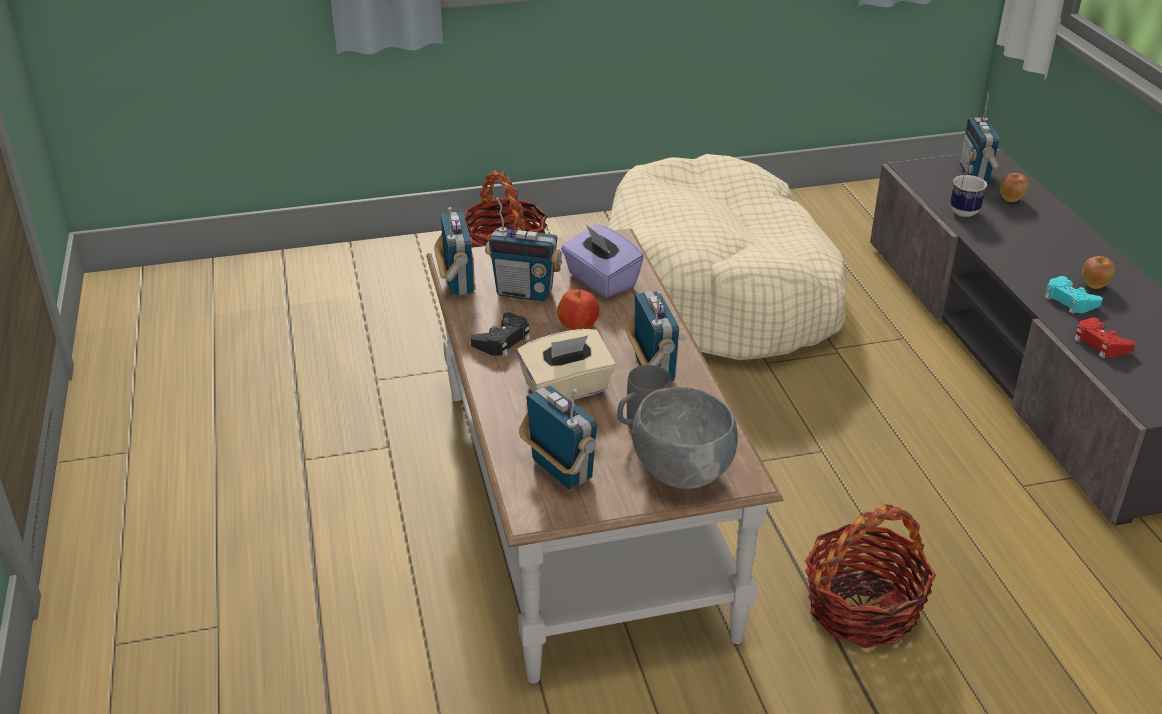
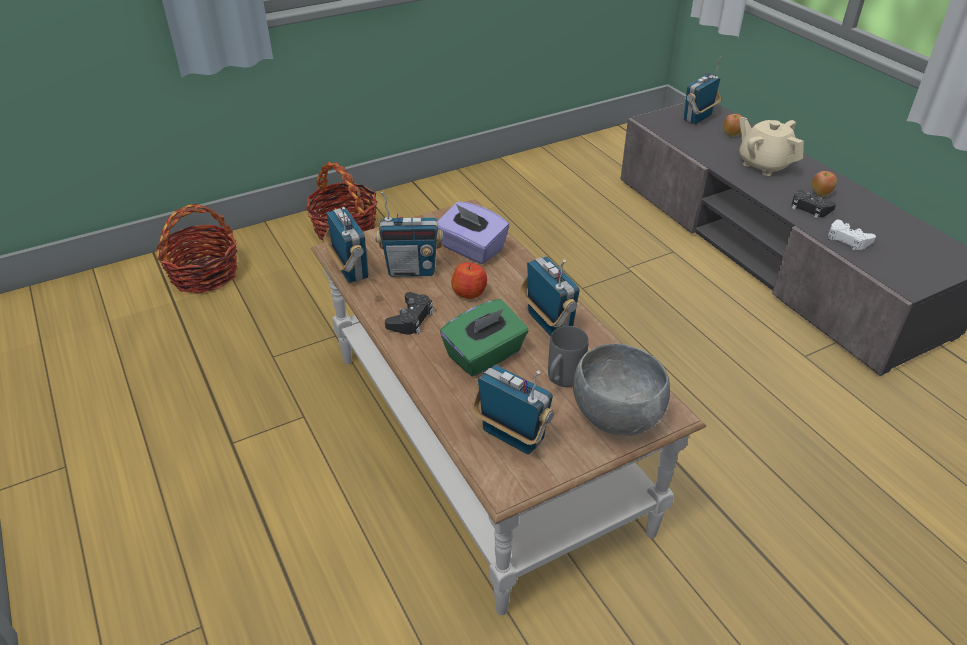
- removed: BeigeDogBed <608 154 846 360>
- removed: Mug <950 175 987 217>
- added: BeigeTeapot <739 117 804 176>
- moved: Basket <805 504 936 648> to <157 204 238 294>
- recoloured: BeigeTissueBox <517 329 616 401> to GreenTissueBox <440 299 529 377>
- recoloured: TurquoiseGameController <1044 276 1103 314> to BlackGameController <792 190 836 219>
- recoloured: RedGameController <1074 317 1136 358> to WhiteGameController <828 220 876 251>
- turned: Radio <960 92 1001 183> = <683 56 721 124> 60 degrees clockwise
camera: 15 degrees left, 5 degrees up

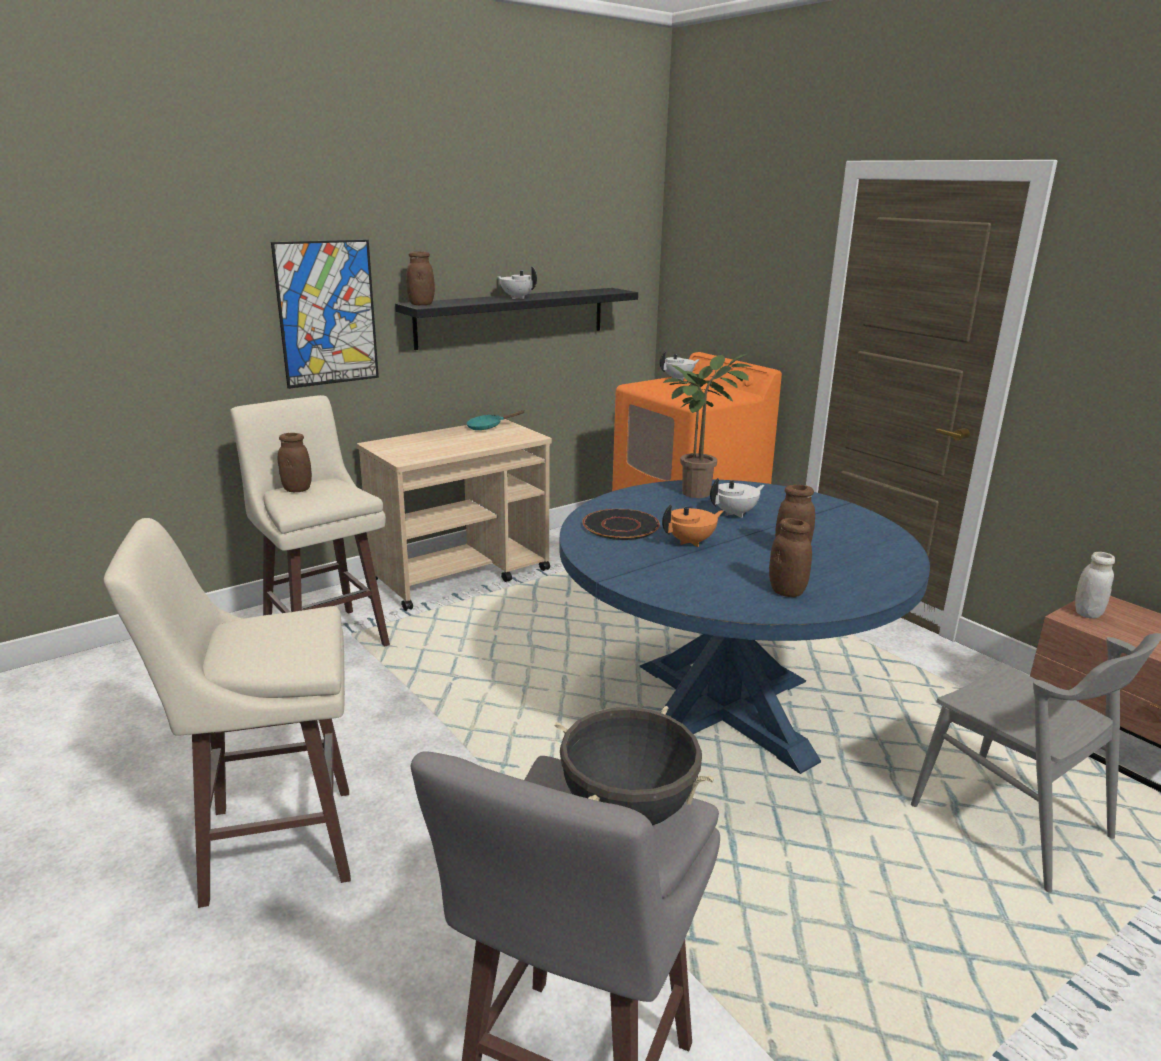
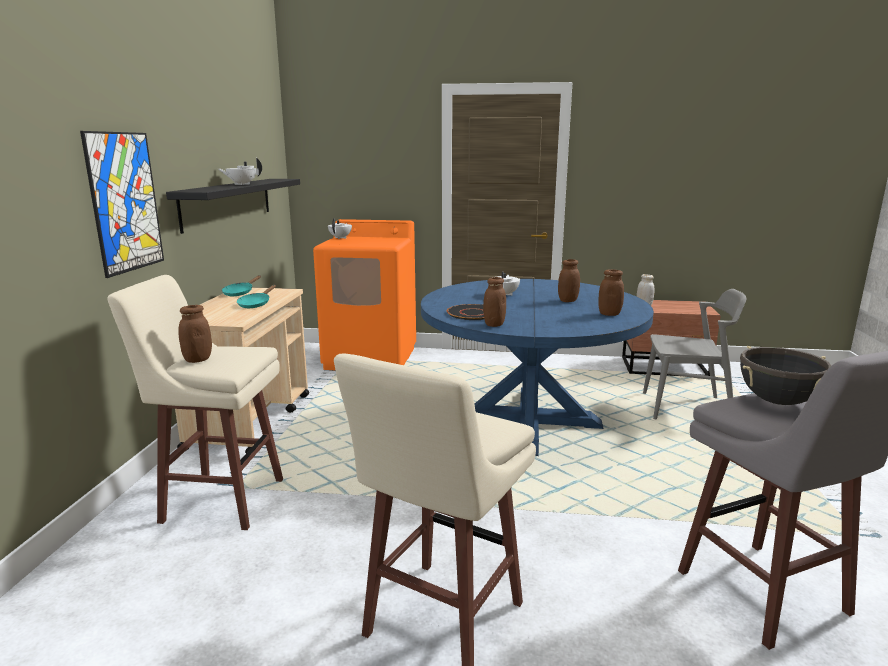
- removed: OrangeTeapot <662 504 723 547>
- removed: PottedPlant <663 354 752 498>
- added: TurquoiseFryingPan <237 285 276 308>
- moved: BrownJar <406 251 435 305> to <483 277 506 327>
camera: 45 degrees left, 5 degrees down

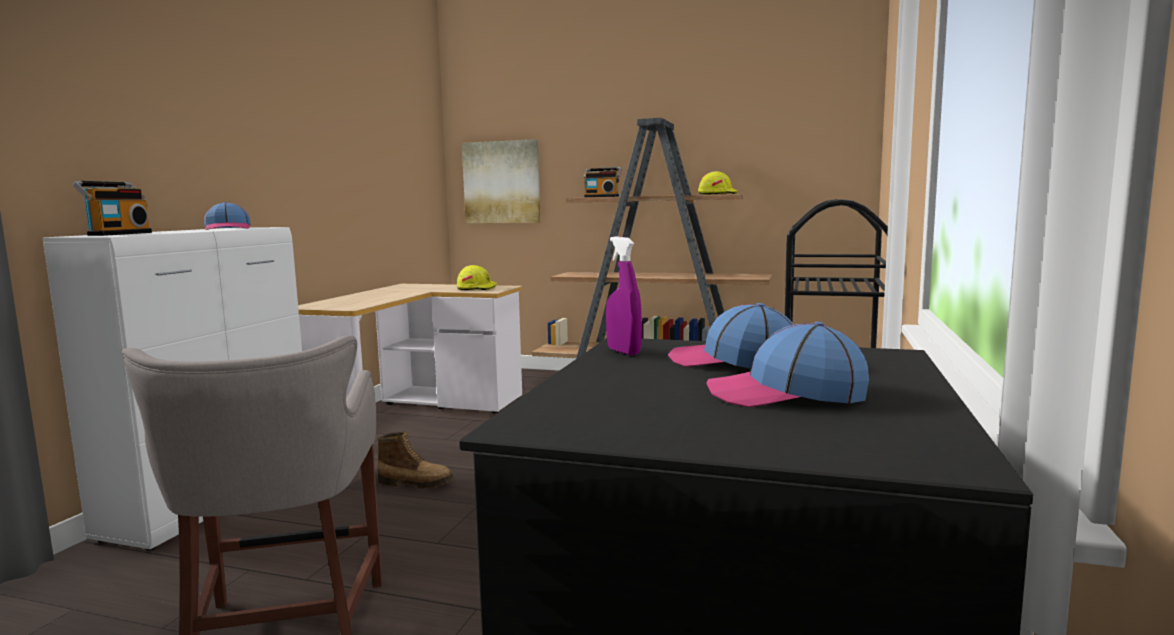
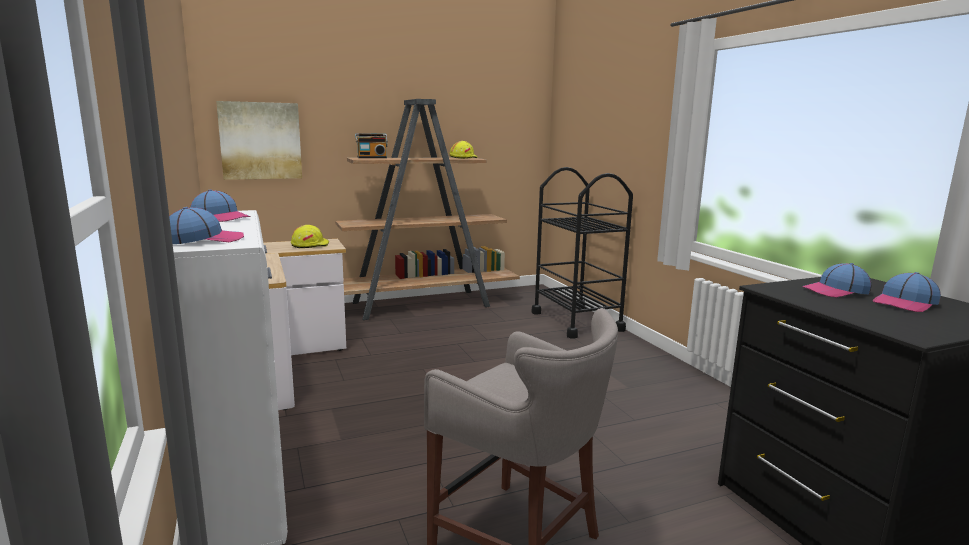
- removed: Boot <377 432 454 489>
- removed: PurpleSprayBottle <606 236 642 355>
- replaced: Radio <72 181 152 236> to Cap <169 207 244 244>
camera: 40 degrees left, 5 degrees up

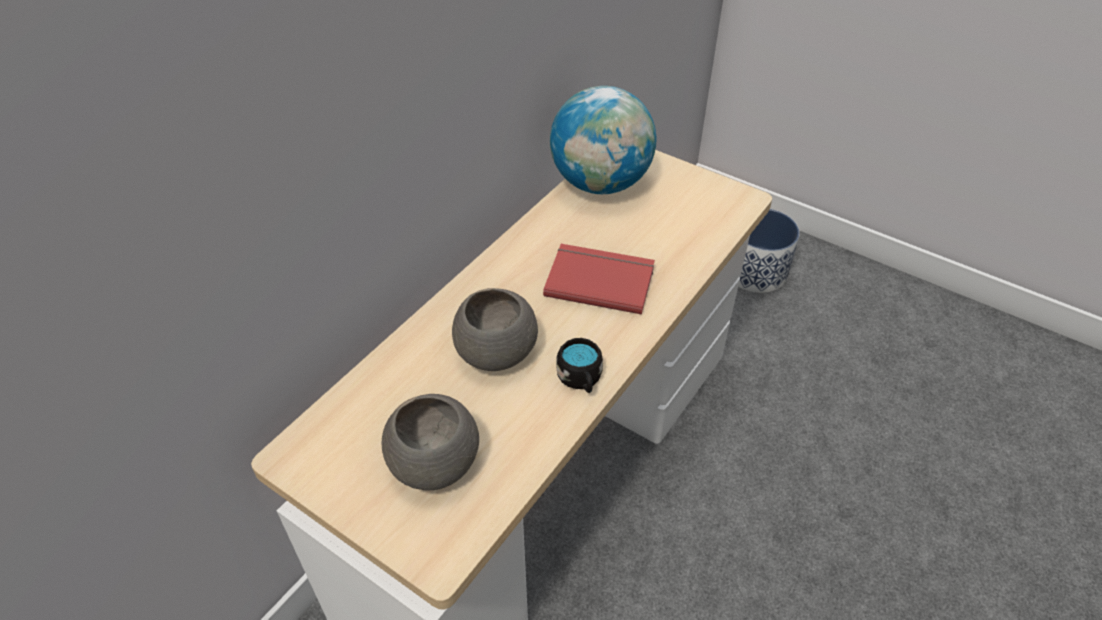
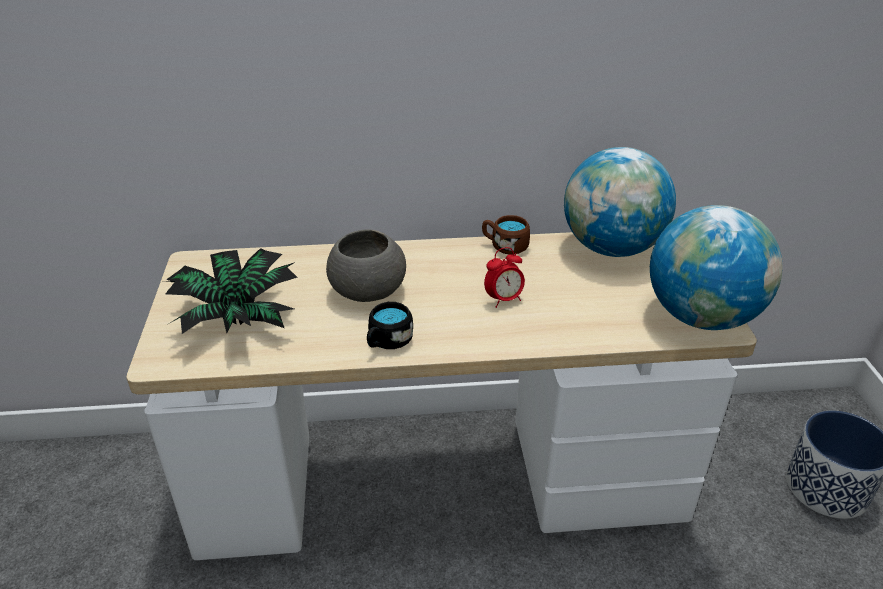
- added: BrownMug <482 215 530 255>
- added: Globe <650 205 783 330>
- replaced: GreyBowl <382 394 479 490> to PottedPlant <165 248 298 334>
- replaced: RedBook <543 244 655 315> to AlarmClock <484 247 525 308>
camera: 50 degrees right, 10 degrees down

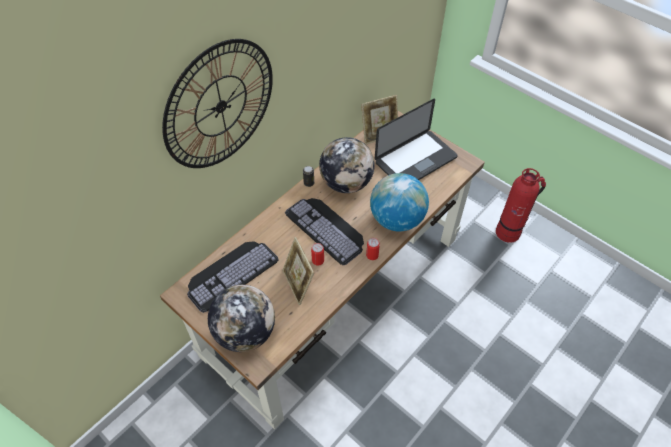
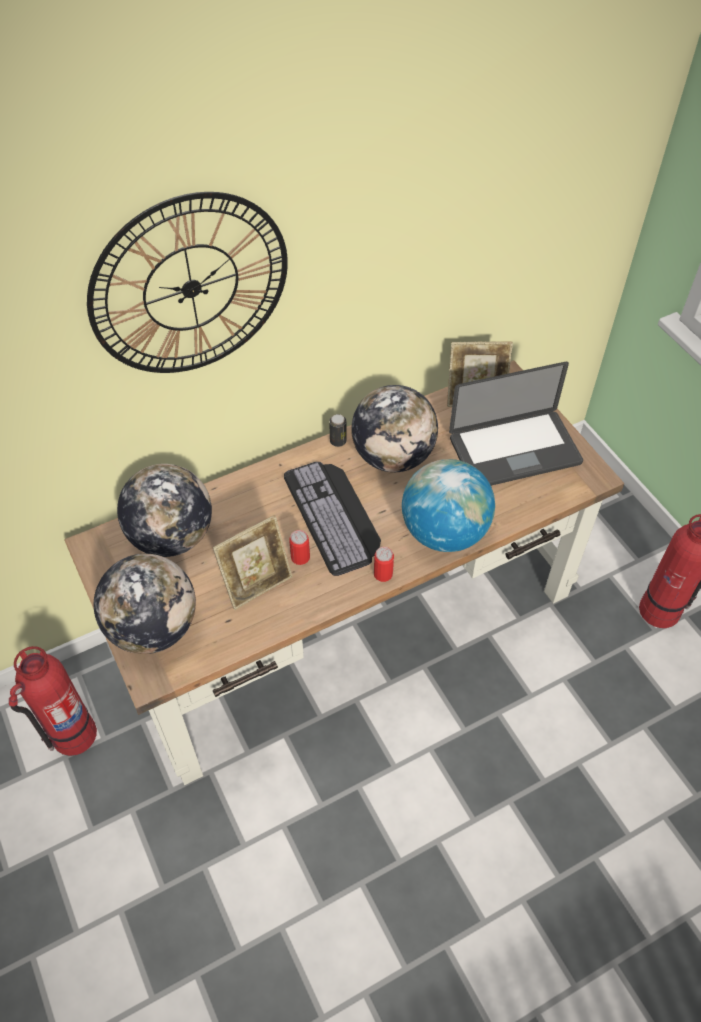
- added: FireExtinguisher <9 646 97 756>
- replaced: Keyboard <187 241 279 313> to Globe <117 464 212 557>
- turned: PictureFrame <282 237 314 305> = <213 515 293 610> 120 degrees counterclockwise
camera: 20 degrees right, 0 degrees up

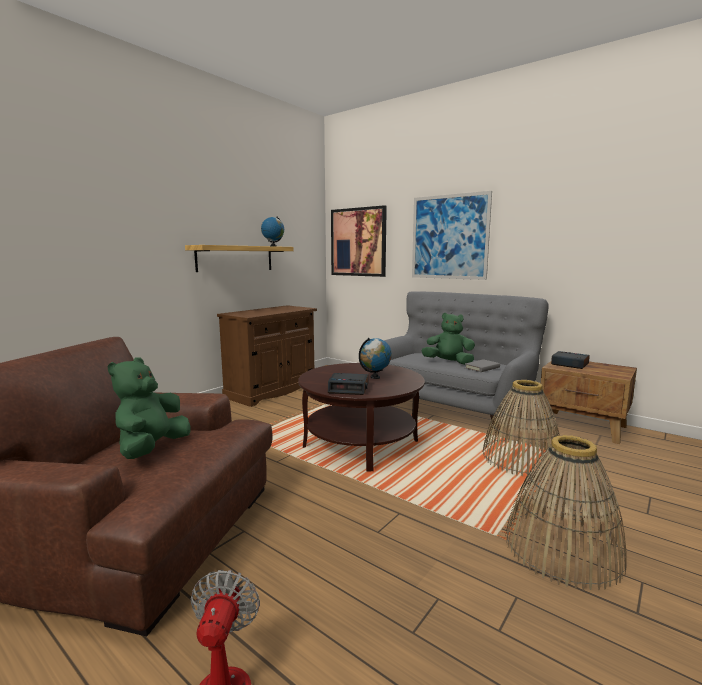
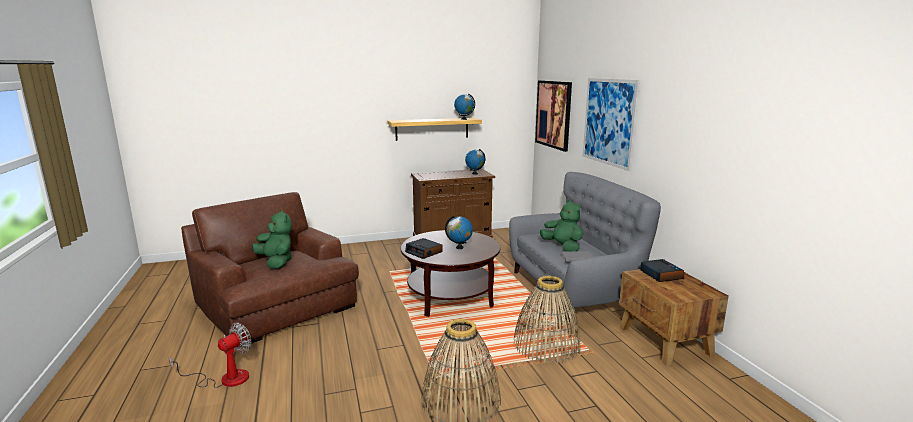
- added: Globe <465 149 485 175>
- turned: GreenPlushToy <108 358 190 459> = <252 210 292 269> 90 degrees clockwise
camera: 35 degrees right, 5 degrees up

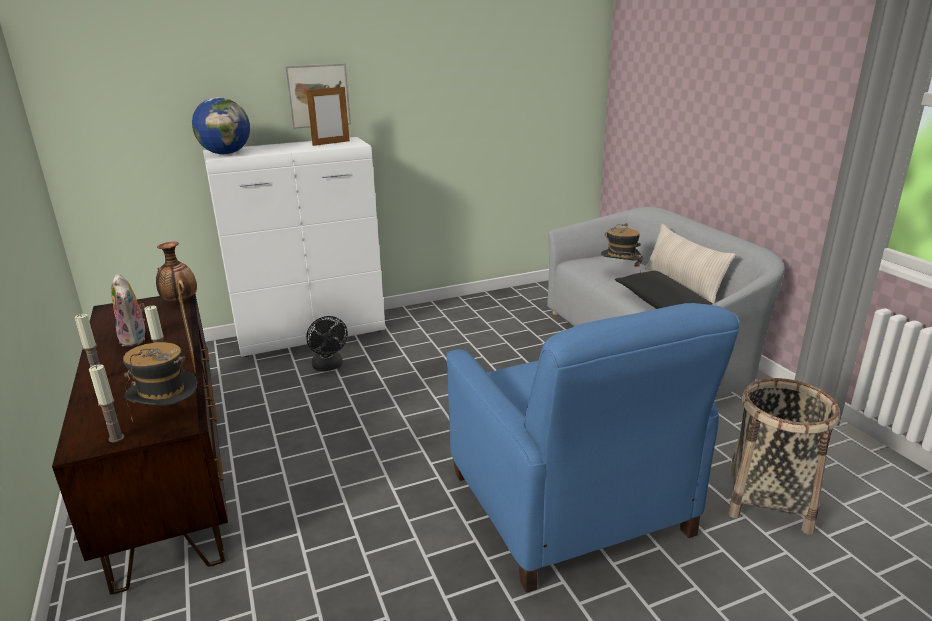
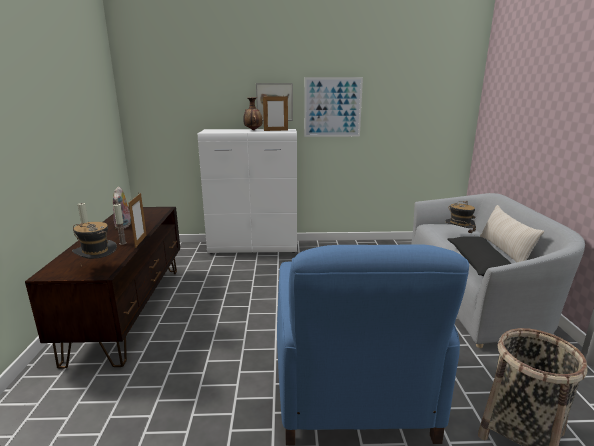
- removed: Candle <89 364 124 442>
- removed: Globe <192 97 250 155>
- removed: BlackFan <306 316 348 371>
- added: Picture <304 77 363 137>
- moved: Vase <156 242 197 302> to <243 97 263 130>
camera: 20 degrees right, 5 degrees down

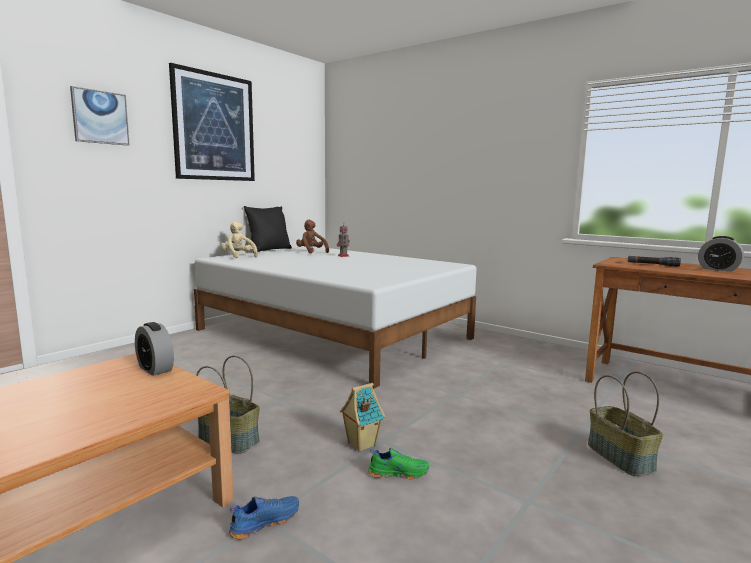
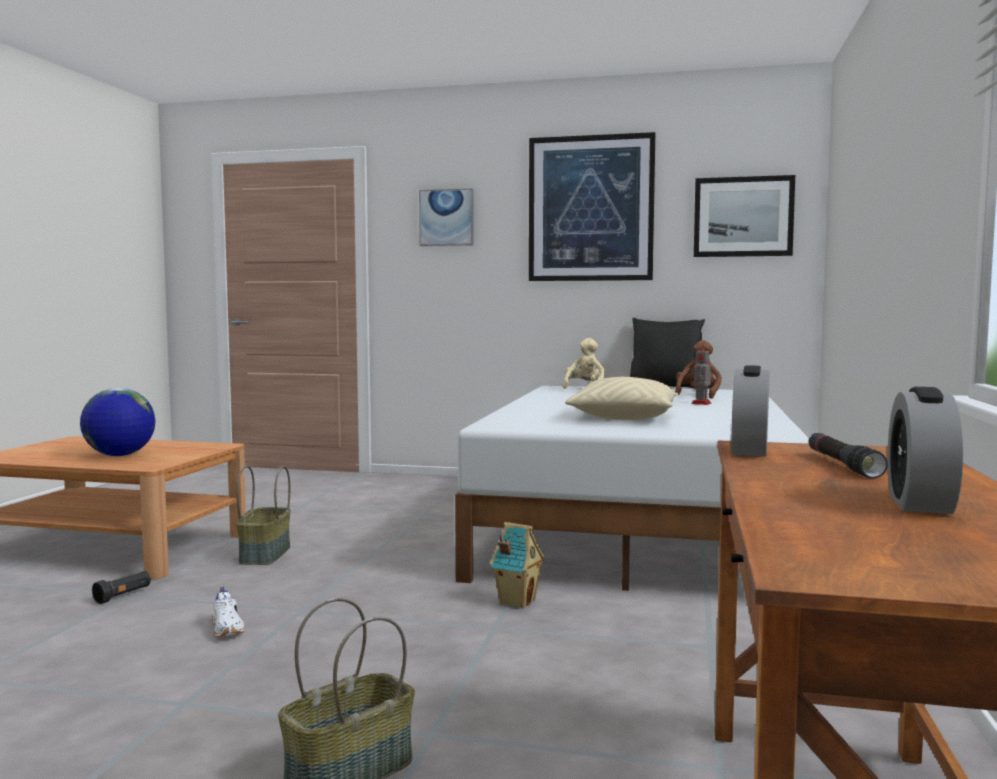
- added: Globe <80 388 155 456>
- added: BeigePillow <565 377 678 420>
- added: Picture <694 175 795 257>
- moved: AlarmClock <135 322 174 376> to <731 365 769 457>
- moved: ToyHouse <340 383 385 452> to <489 522 545 609>
- replaced: BlueShoe <229 496 299 540> to BlackFlashlight <92 571 151 604>
- recoloured: GreenShoe <368 448 430 479> to WhiteShoe <212 587 245 637>
camera: 65 degrees right, 5 degrees down

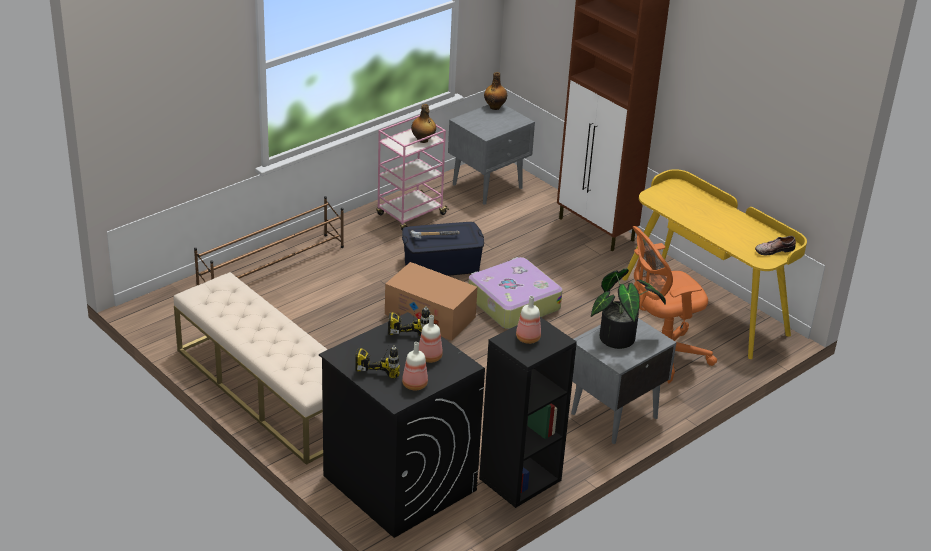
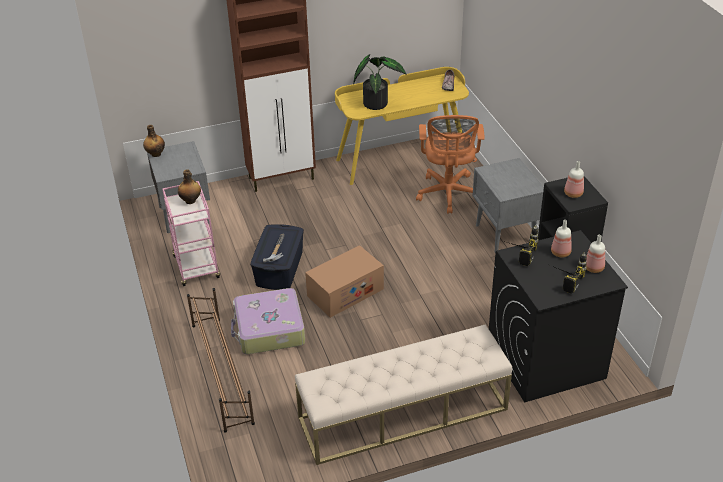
- moved: Suitcase <468 257 563 329> to <231 288 305 354>
- moved: PottedPlant <591 268 666 349> to <353 54 407 110>
camera: 65 degrees left, 5 degrees up

